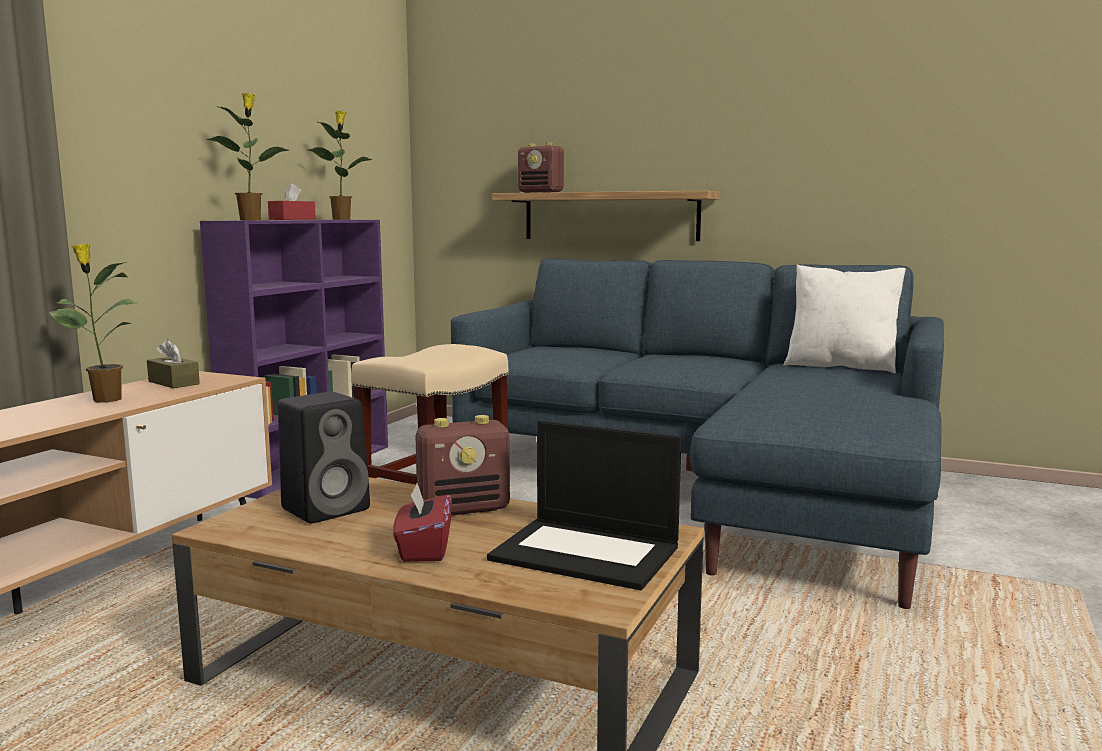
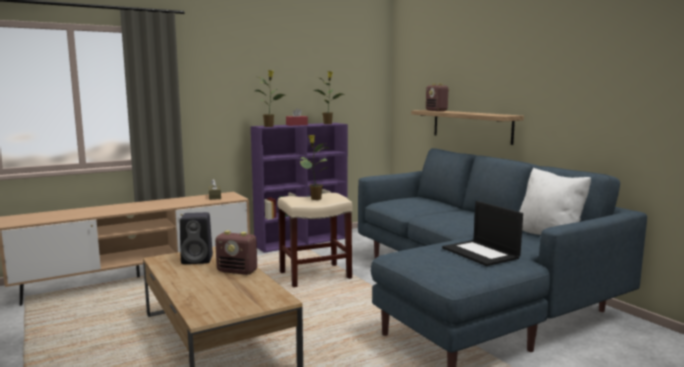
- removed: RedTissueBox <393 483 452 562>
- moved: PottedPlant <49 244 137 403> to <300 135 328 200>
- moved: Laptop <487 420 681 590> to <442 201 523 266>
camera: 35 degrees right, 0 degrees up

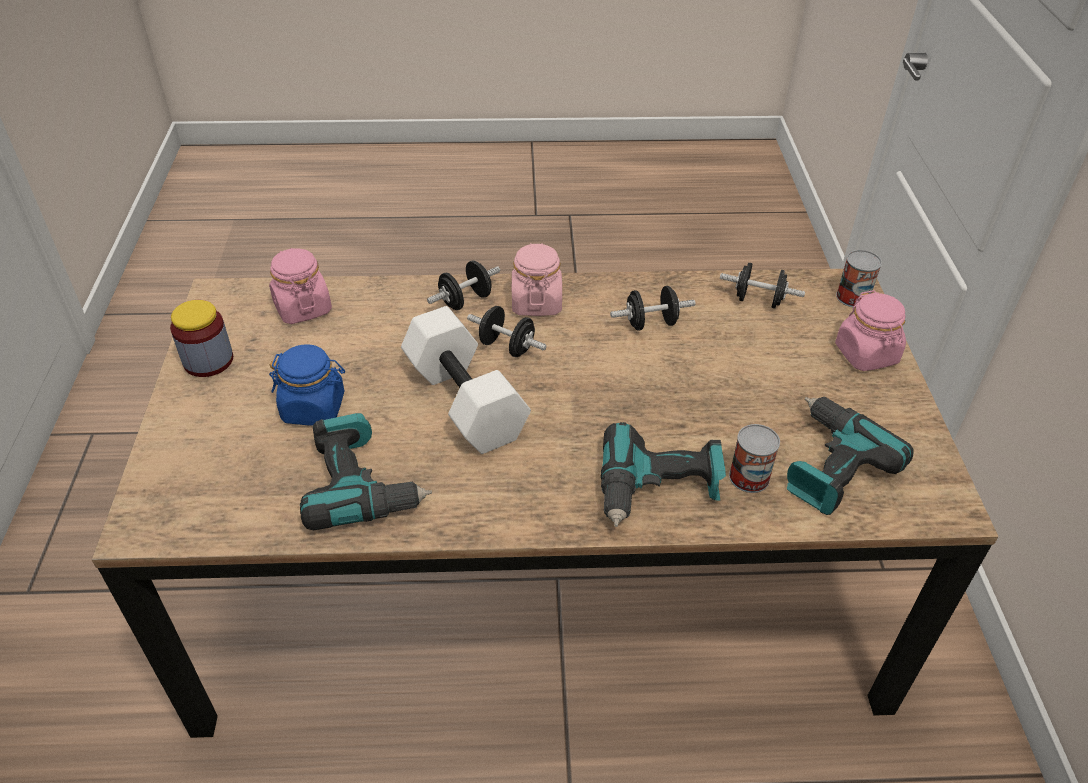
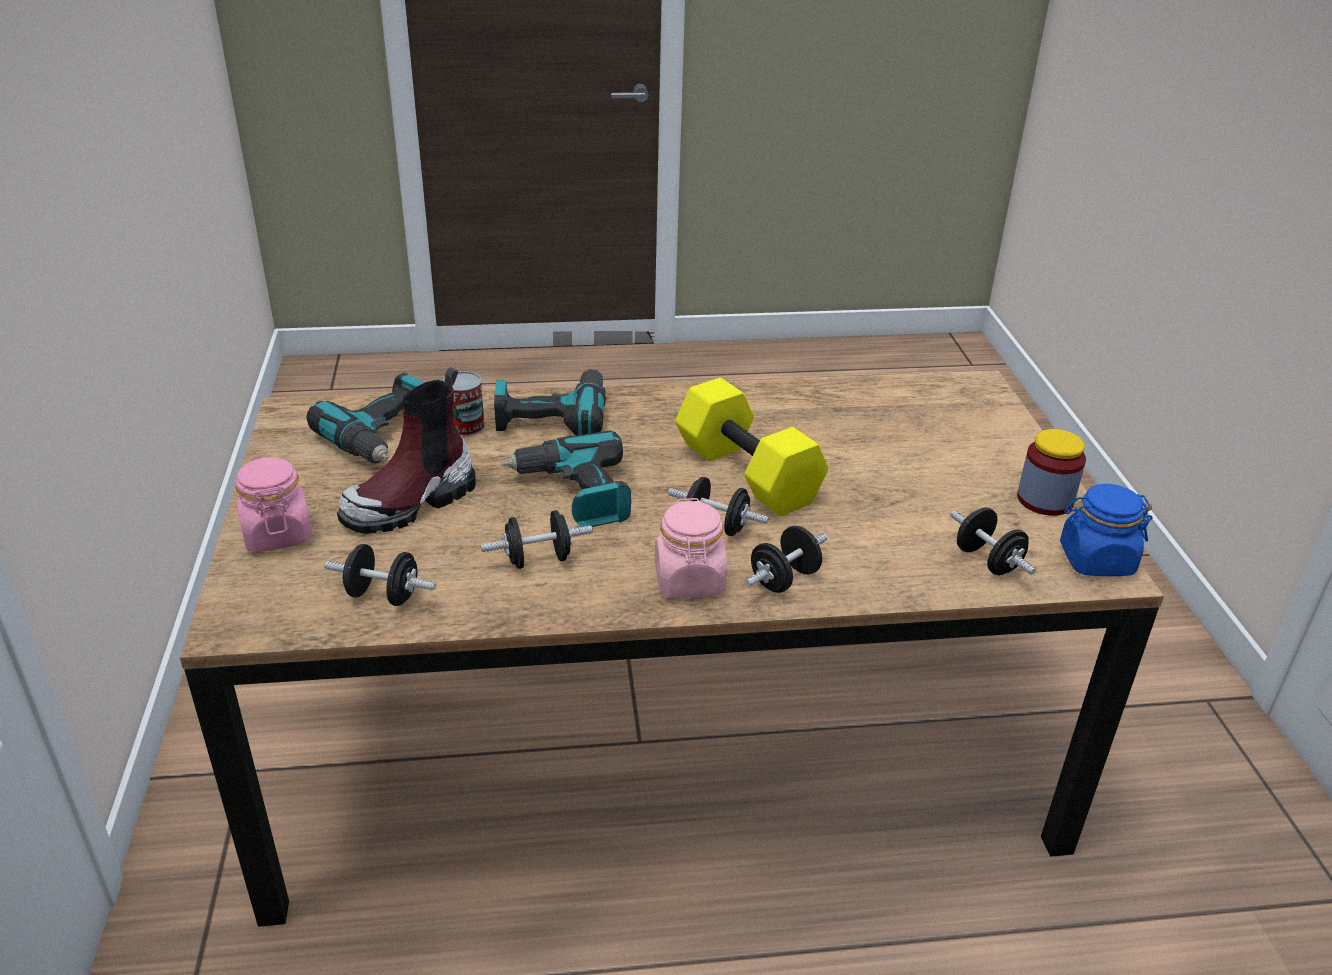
- removed: Can <836 250 882 307>
- added: Boot <337 367 476 534>
- moved: BlueJar <269 344 345 426> to <1060 484 1152 576>
- moved: PowerDrill <300 413 432 530> to <502 431 631 527>
- replaced: PinkJar <269 248 332 324> to BlackDumbbell <950 507 1036 575>
- recoloured: WhiteDumbbell <401 306 531 454> to YellowDumbbell <675 378 828 516>
camera: 175 degrees right, 10 degrees down

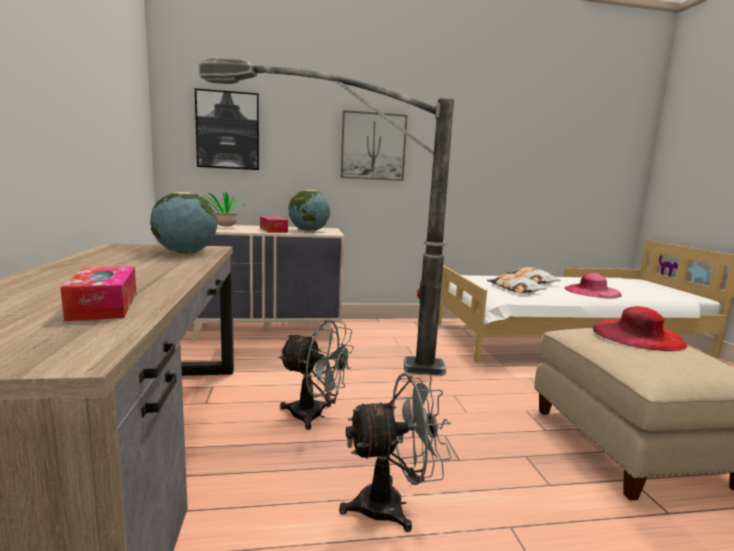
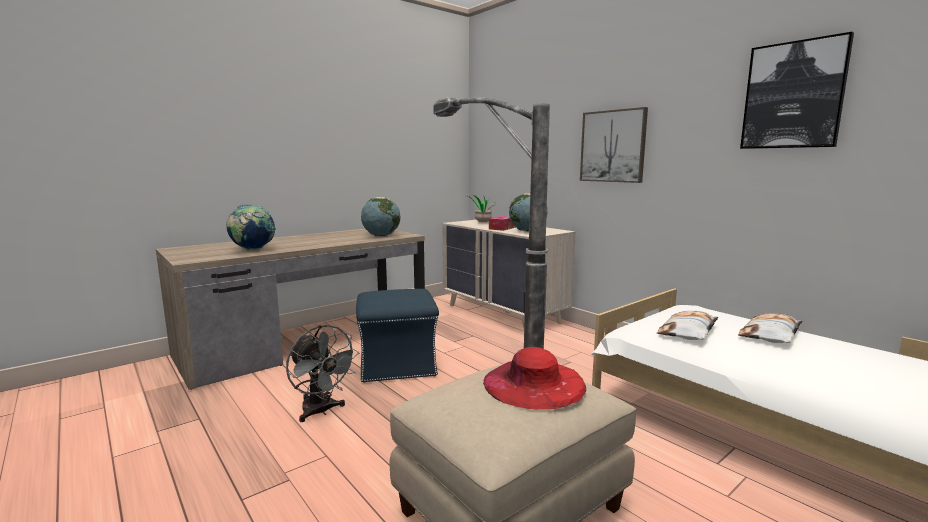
- removed: PinkHat <565 273 622 298>
- moved: Picture <195 89 259 170> to <740 32 854 149>
- replaced: TissueBox <60 266 137 321> to Globe <226 204 276 251>
- replaced: GreyFan <279 320 354 430> to BlueOttoman <356 289 439 383>
camera: 60 degrees right, 0 degrees up

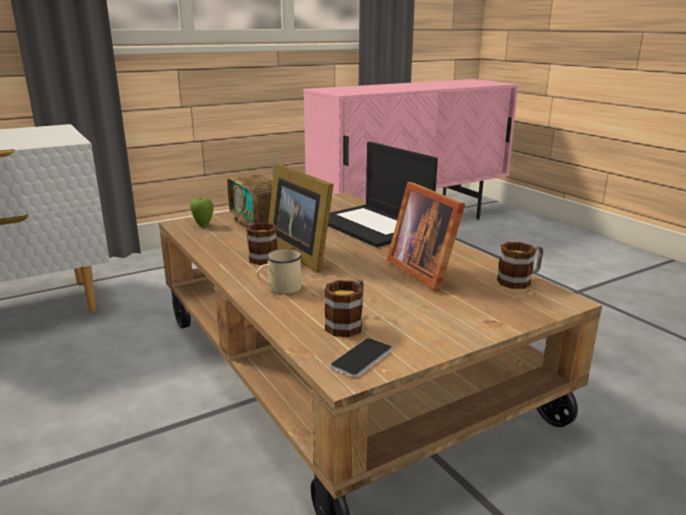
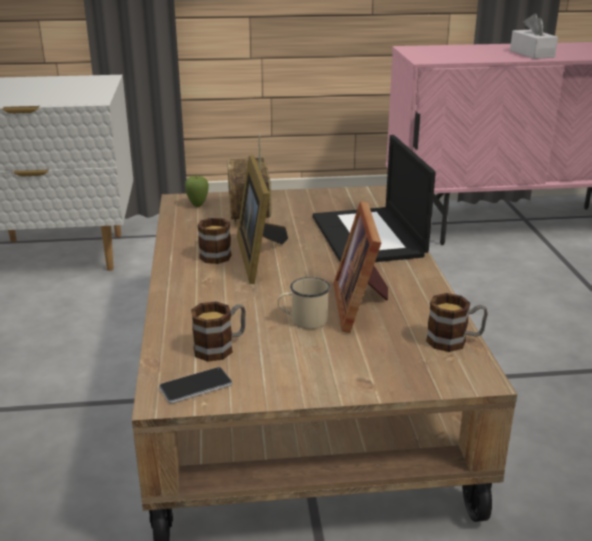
- added: WhiteTissueBox <510 14 558 59>
- moved: BeigeMug <257 249 302 294> to <277 277 330 329>
camera: 25 degrees right, 5 degrees up

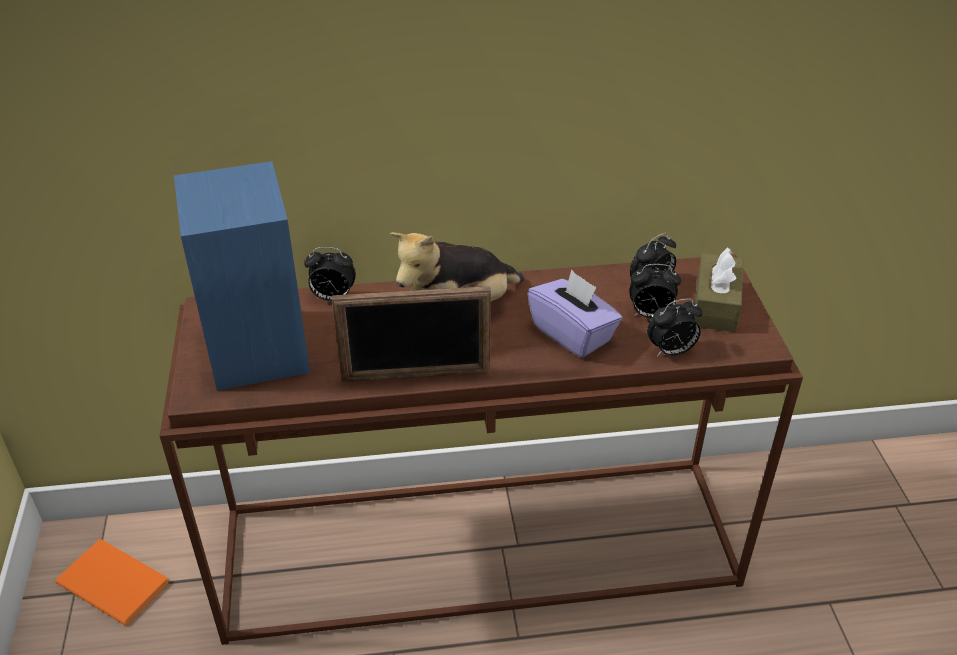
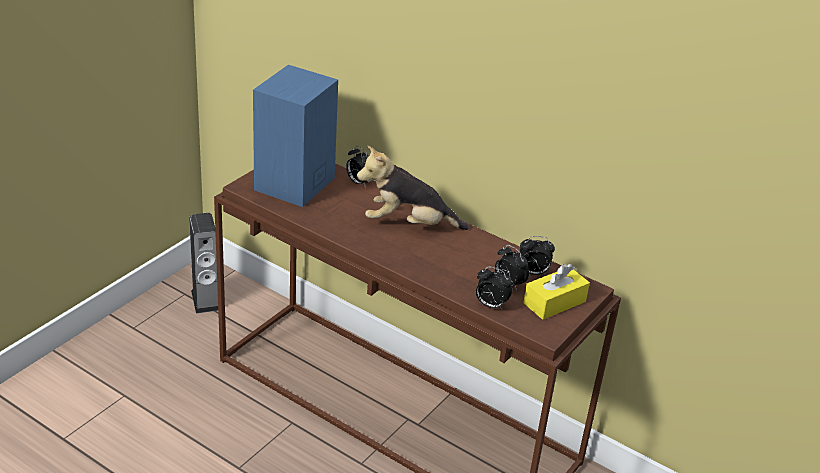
- removed: PictureFrame <332 286 491 383>
- removed: PurpleTissueBox <527 269 622 358>
- replaced: OrangeBook <55 539 168 626> to Speaker <189 213 218 313>
- recoloured: BrownTissueBox <695 247 743 332> to YellowTissueBox <523 264 590 320>
camera: 40 degrees right, 5 degrees down

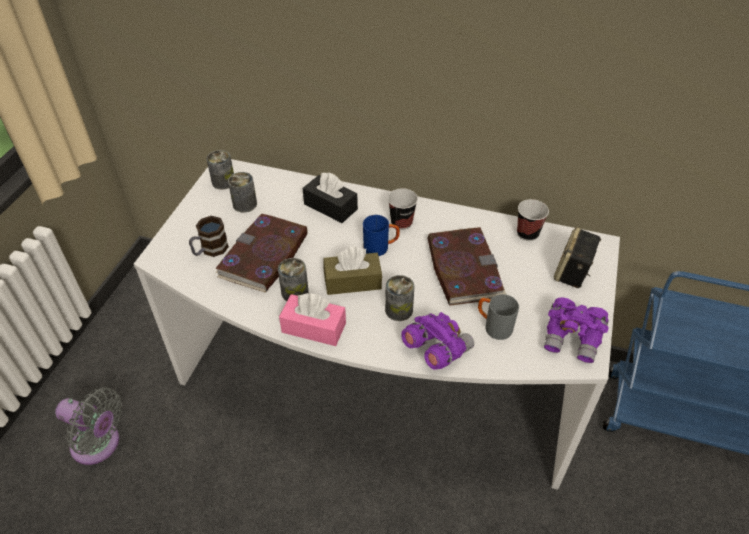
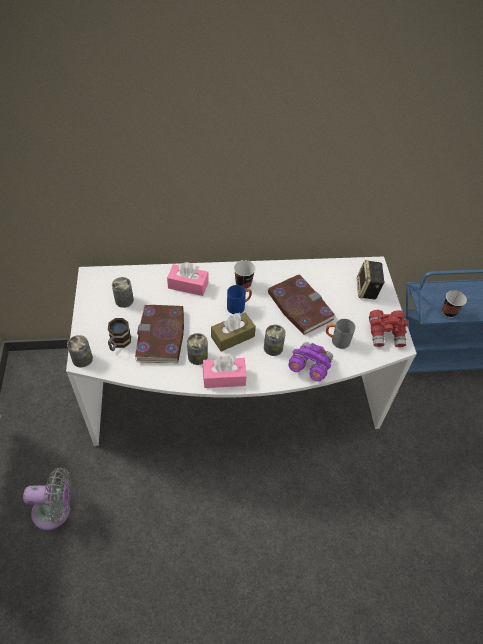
- moved: Can <206 150 234 190> to <67 335 93 368>
- moved: Cup <517 199 549 241> to <442 290 467 318>
- recoloured: BlackTissueBox <303 173 358 223> to PinkTissueBox <167 262 208 296>
- recoloured: PurpleBinoculars <544 297 609 363> to RedBinoculars <369 310 409 347>
camera: 25 degrees left, 5 degrees up

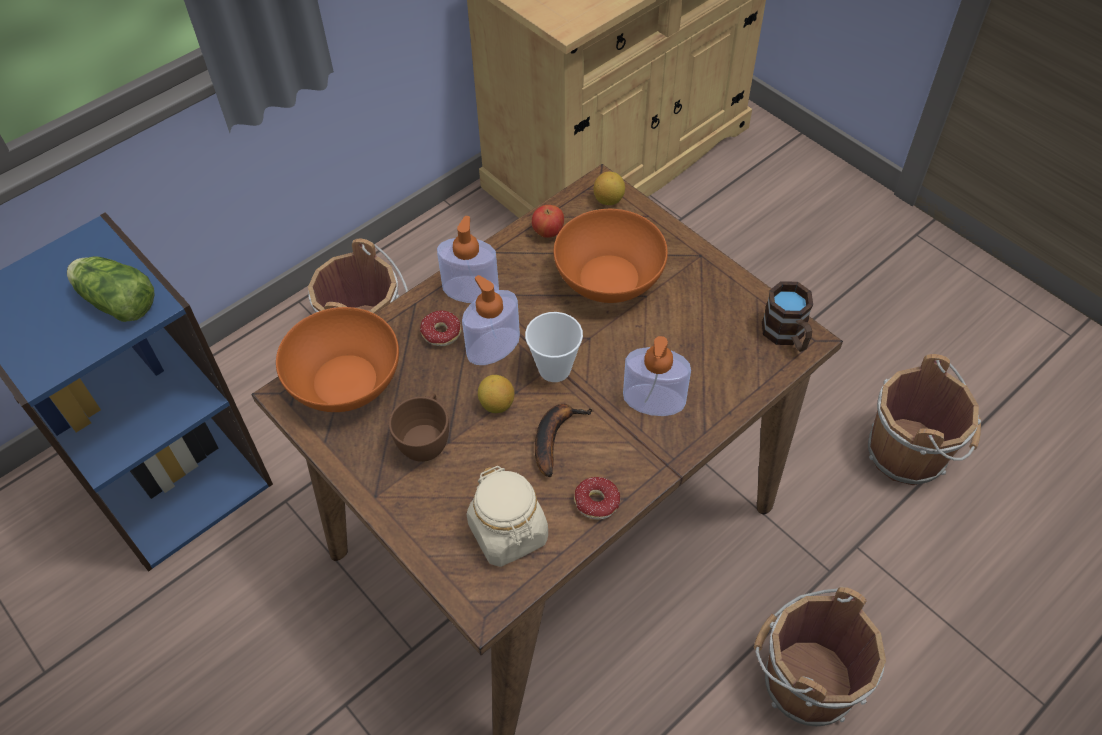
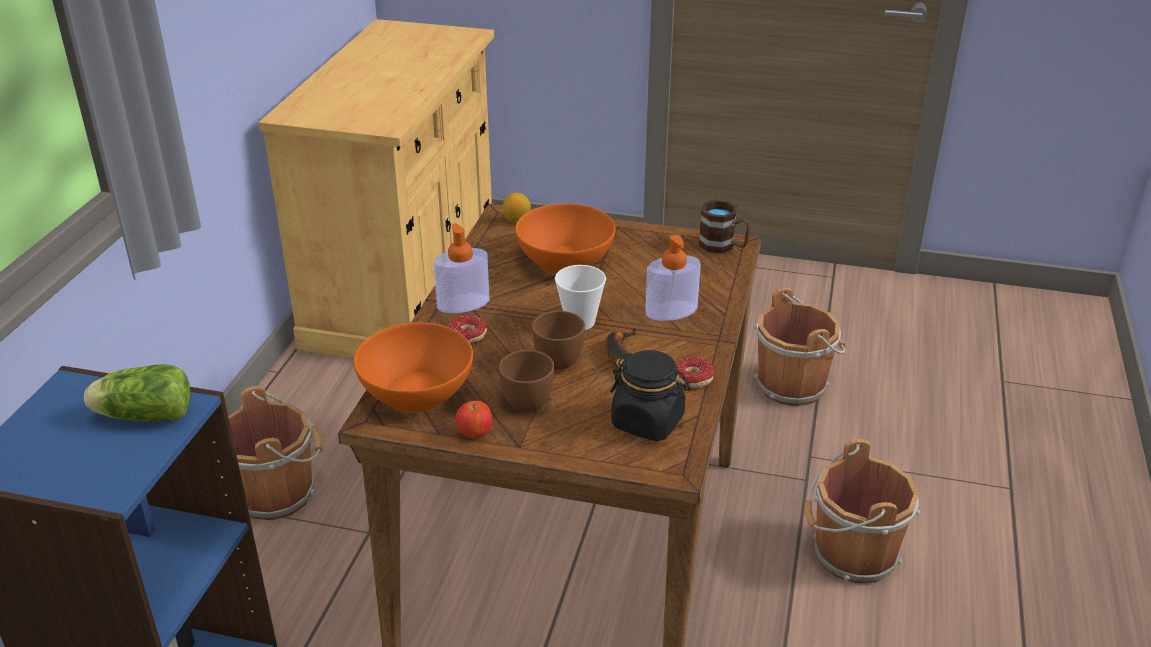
- removed: SoapDispenser <462 275 520 365>
- moved: Apple <532 205 564 238> to <456 401 492 439>
- replaced: Lemon <478 375 514 413> to BrownCup <532 311 585 370>
- recoloured: BeigeJar <467 466 548 567> to BlackJar <610 350 690 441>
camera: 35 degrees left, 20 degrees down

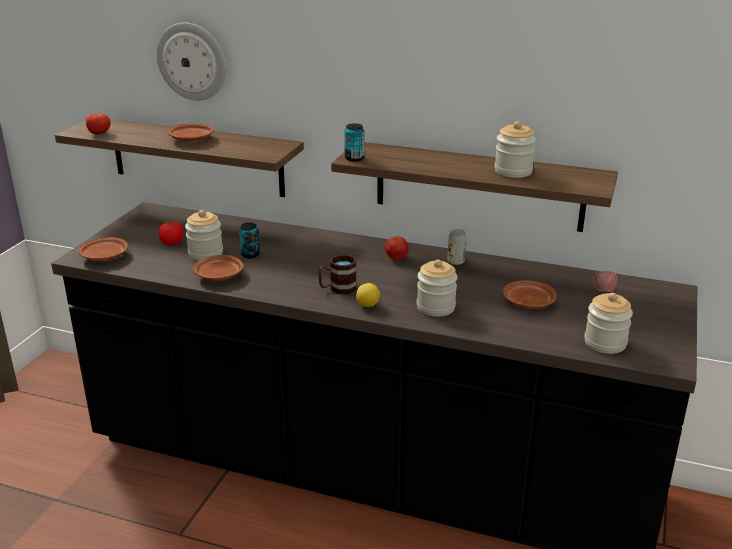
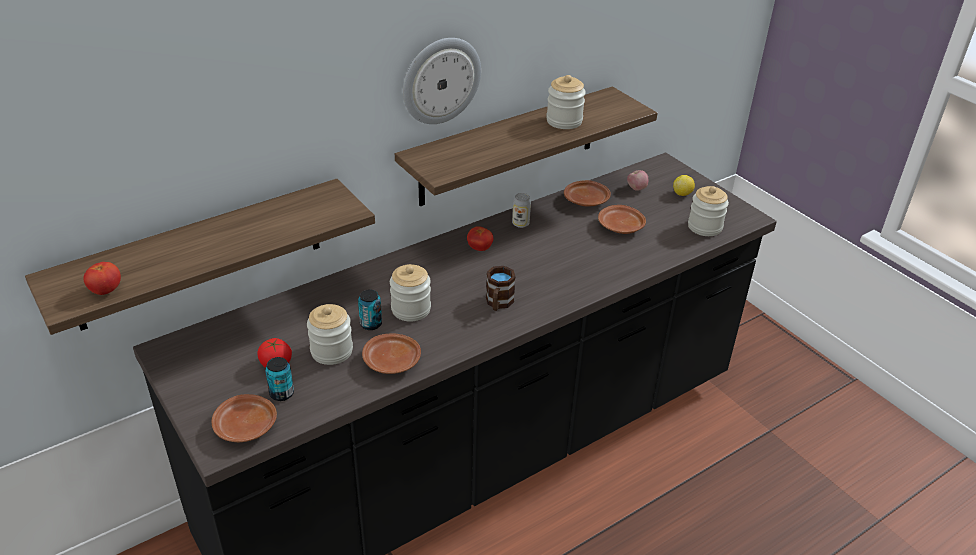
- moved: WallClock <157 22 226 101> to <403 38 481 124>
- moved: BrownPlate <167 124 214 143> to <564 180 611 207>
- moved: Can <344 123 365 162> to <265 357 294 401>
- moved: Lemon <356 283 380 307> to <673 175 695 196>
- moved: Jar <417 260 457 317> to <390 264 431 321>
camera: 55 degrees left, 10 degrees up

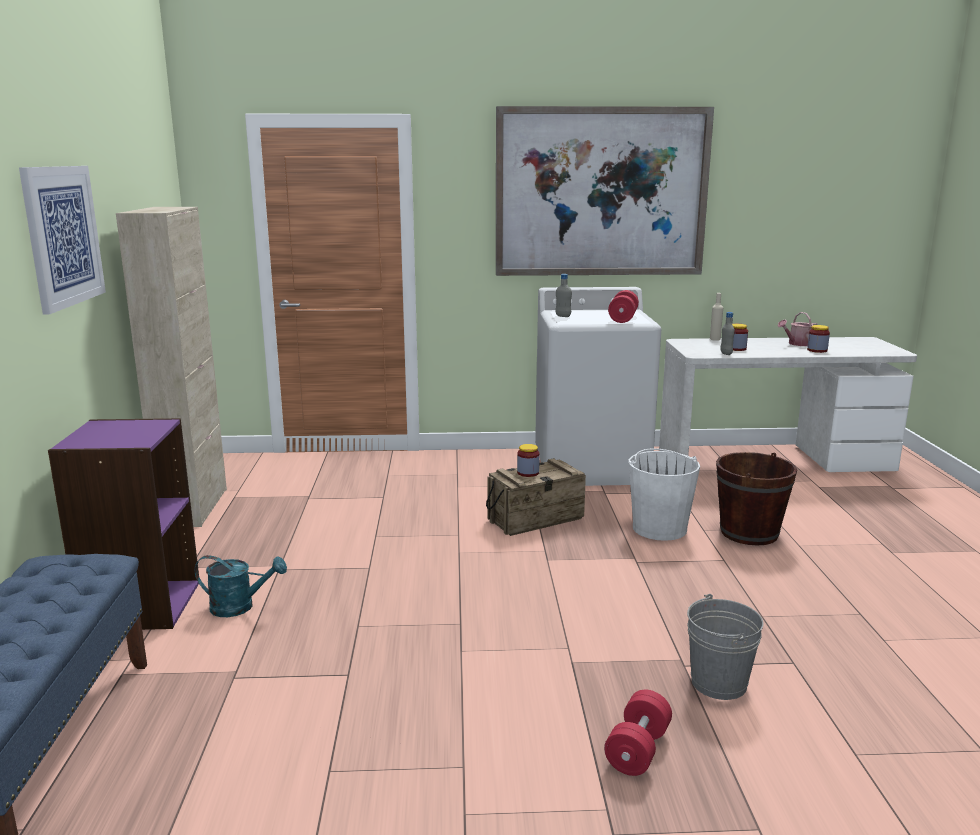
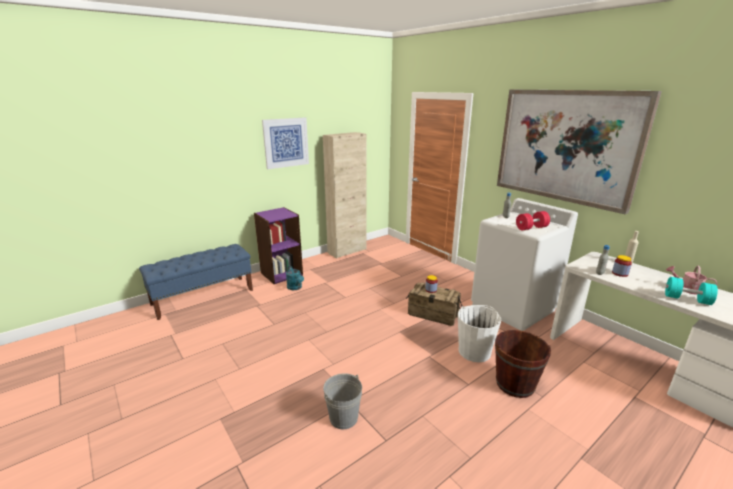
- removed: RedDumbbell <604 690 672 776>
- replaced: Jar <807 325 830 353> to TurquoiseDumbbell <665 277 718 305>
camera: 55 degrees right, 5 degrees up

